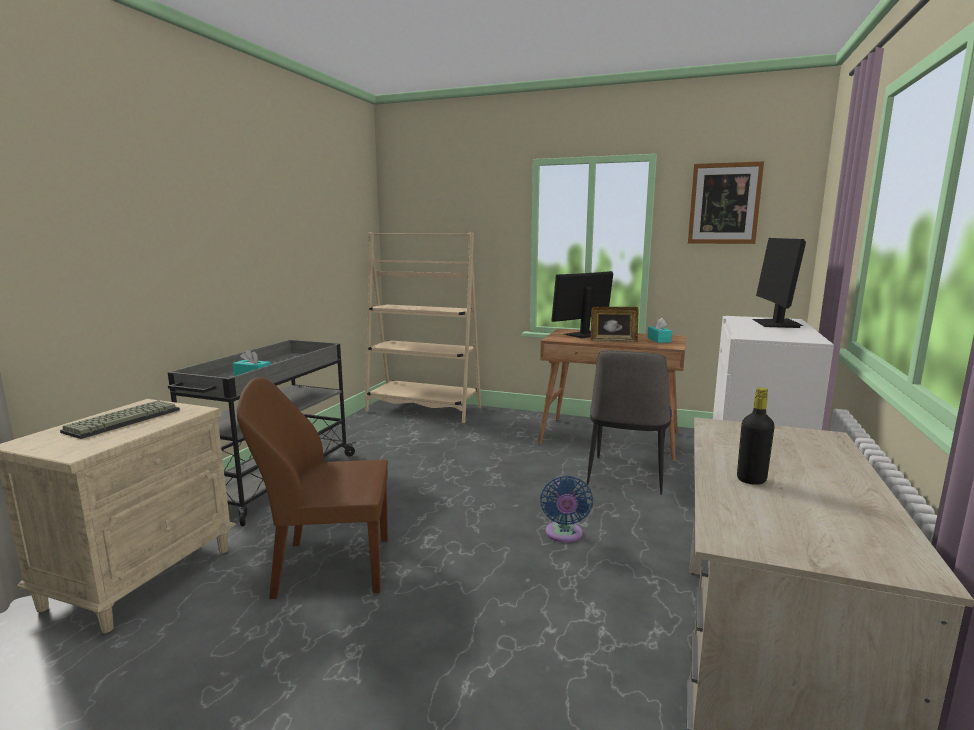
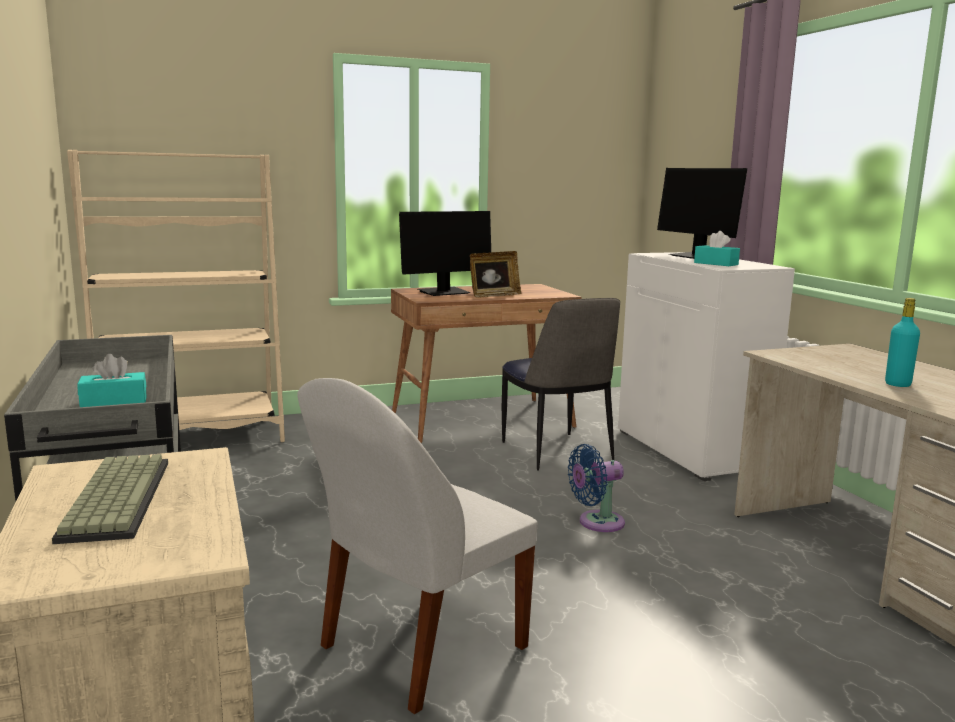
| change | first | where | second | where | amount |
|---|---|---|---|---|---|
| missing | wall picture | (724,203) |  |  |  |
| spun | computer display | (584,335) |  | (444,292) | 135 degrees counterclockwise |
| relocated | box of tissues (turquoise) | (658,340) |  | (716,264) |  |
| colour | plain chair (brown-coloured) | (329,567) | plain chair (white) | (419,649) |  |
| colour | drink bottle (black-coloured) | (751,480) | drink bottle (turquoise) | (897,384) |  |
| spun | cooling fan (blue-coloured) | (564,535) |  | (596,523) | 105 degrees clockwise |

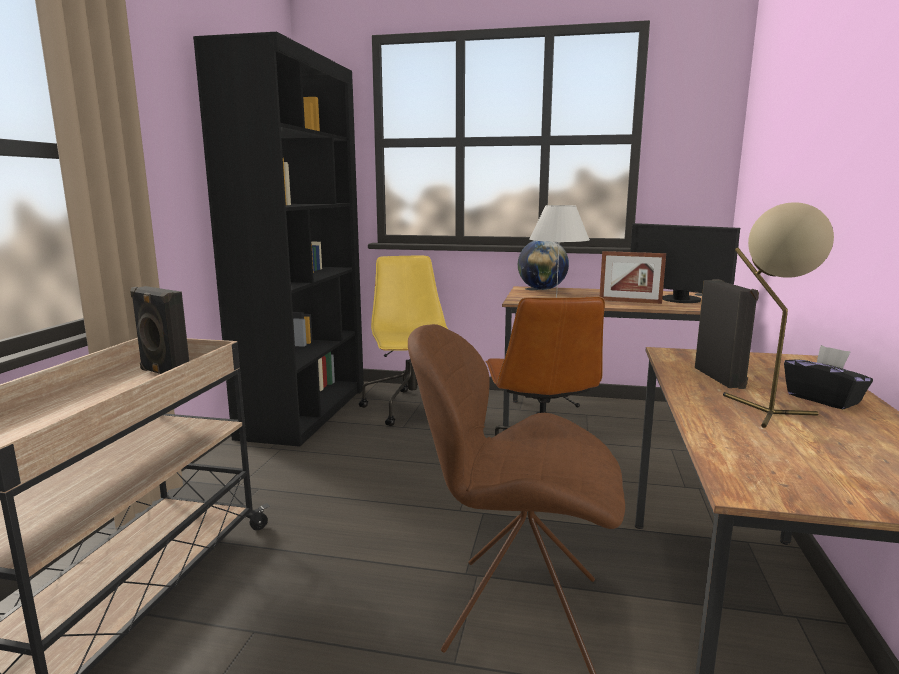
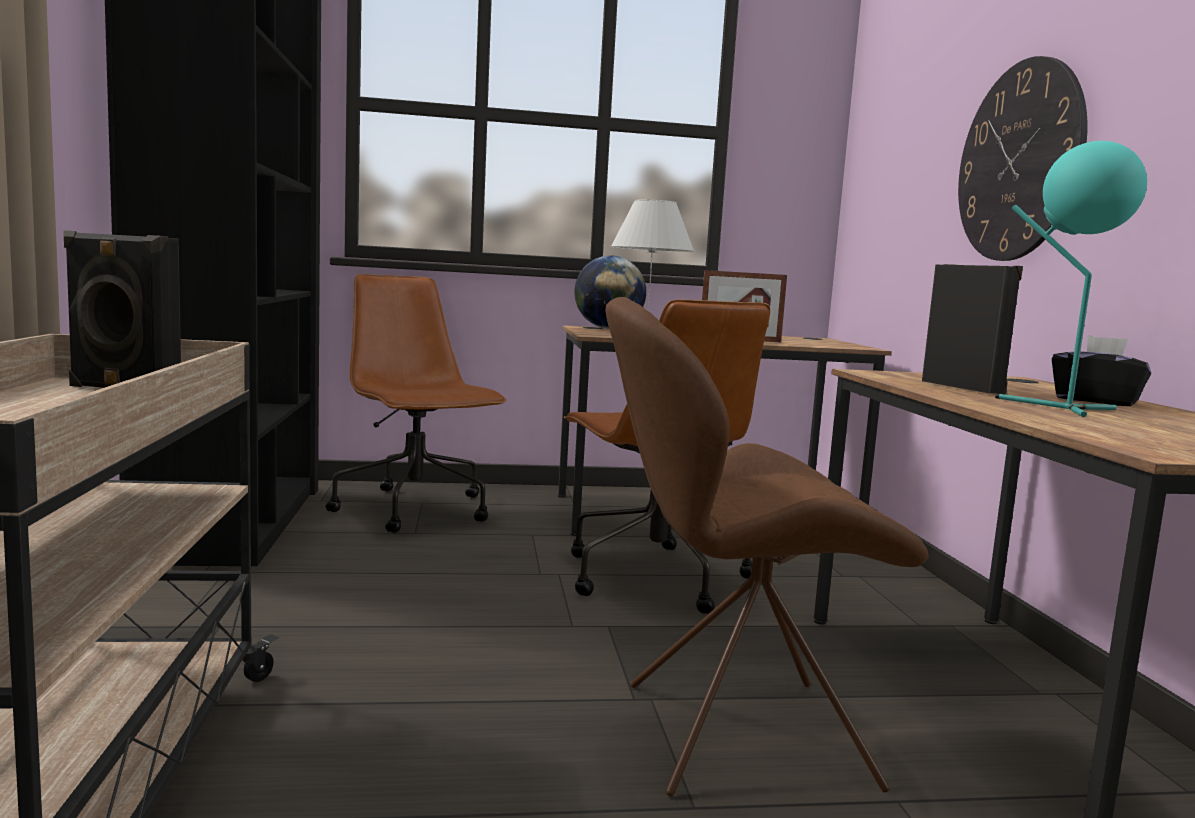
| change | first | where | second | where | amount |
|---|---|---|---|---|---|
| colour | tabletop lamp (beige) | (763,411) | tabletop lamp (turquoise) | (1058,407) |  |
| missing | computer display | (679,300) |  |  |  |
| colour | computer chair (yellowish) | (413,408) | computer chair (brown-coloured) | (415,510) |  |
| appeared |  |  | hanging clock | (1018,161) |  |

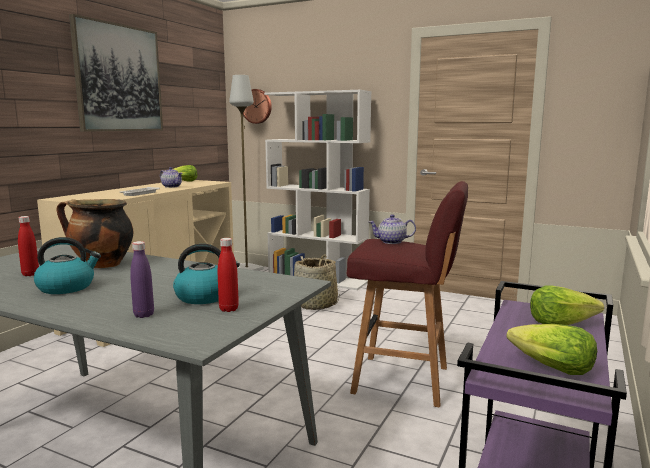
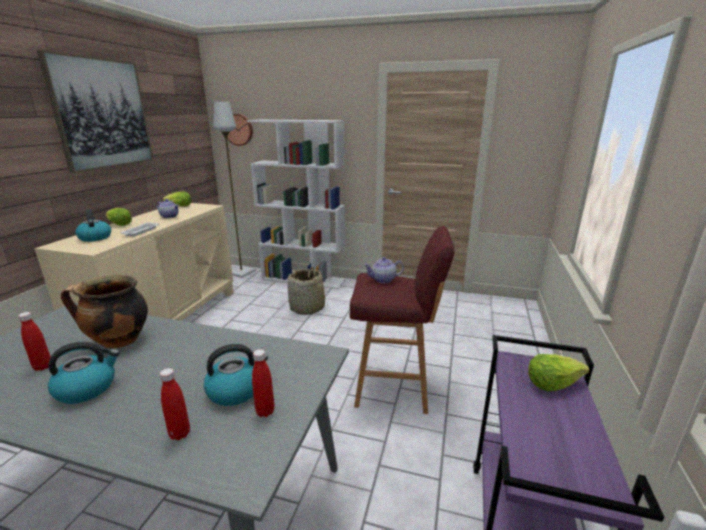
| change | first | where | second | where | amount |
|---|---|---|---|---|---|
| colour | drink bottle (purplish) | (144,315) | drink bottle (red) | (180,434) |  |
| relocated | head of lettuce | (551,368) |  | (119,224) |  |
| appeared |  |  | kettle | (95,237) |  |

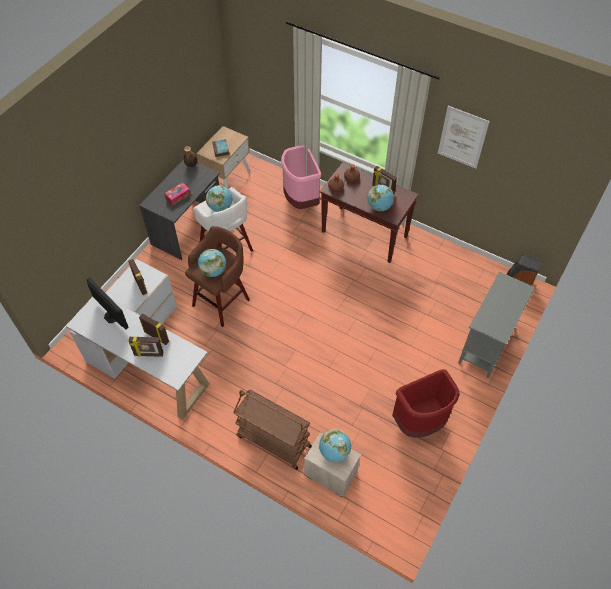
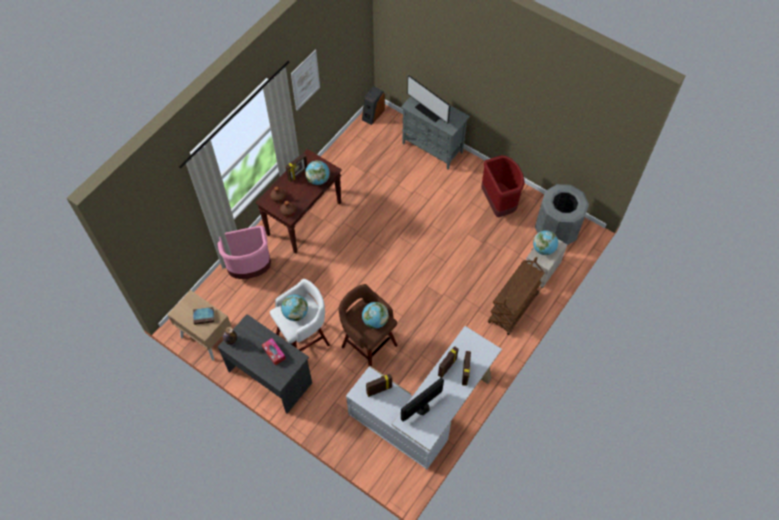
| change | first | where | second | where | amount |
|---|---|---|---|---|---|
| appeared |  |  | computer display | (429,111) |  |
| appeared |  |  | trash can (grey) | (556,231) |  |

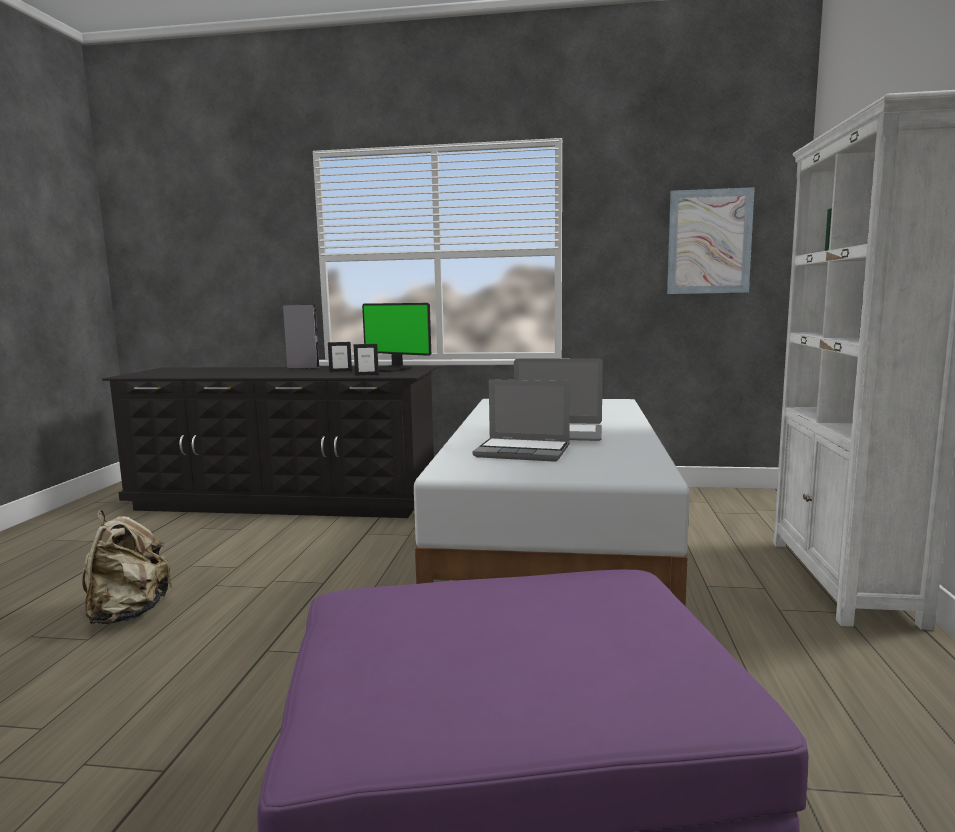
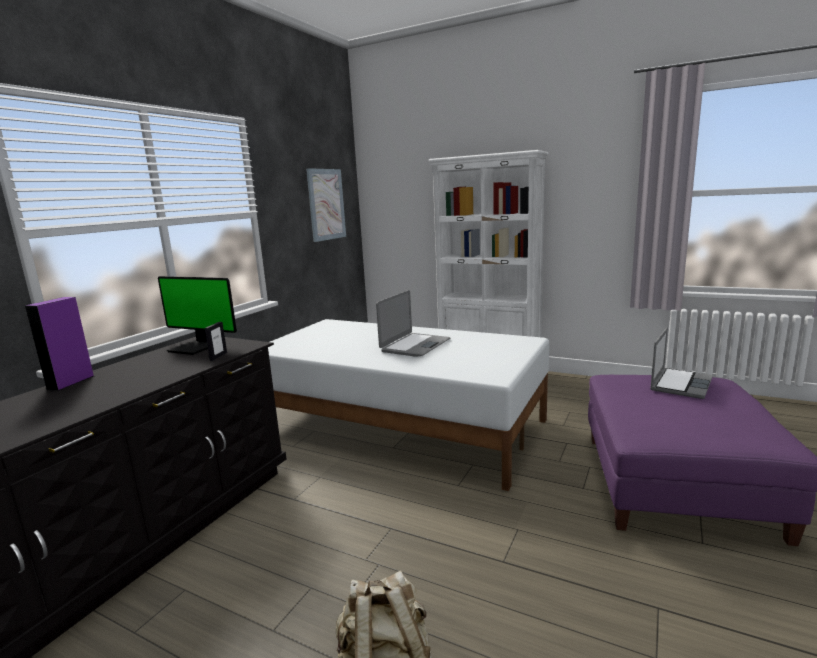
| change | first | where | second | where | amount |
|---|---|---|---|---|---|
| spun | computer display | (391,369) |  | (195,348) | 60 degrees clockwise |
| colour | loudspeaker (grey) | (303,368) | loudspeaker (purplish) | (71,382) |  |
| missing | picture frame | (340,371) |  |  |  |
| relocated | notebook computer | (524,451) |  | (680,384) |  |

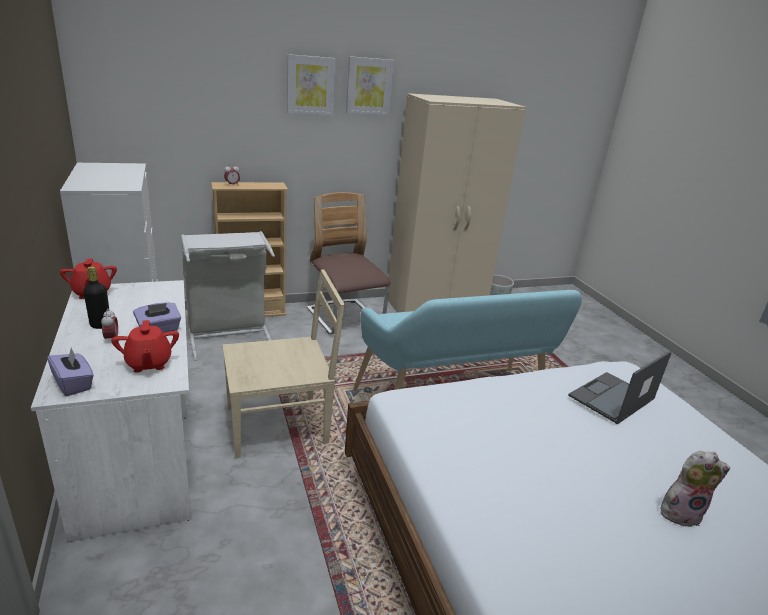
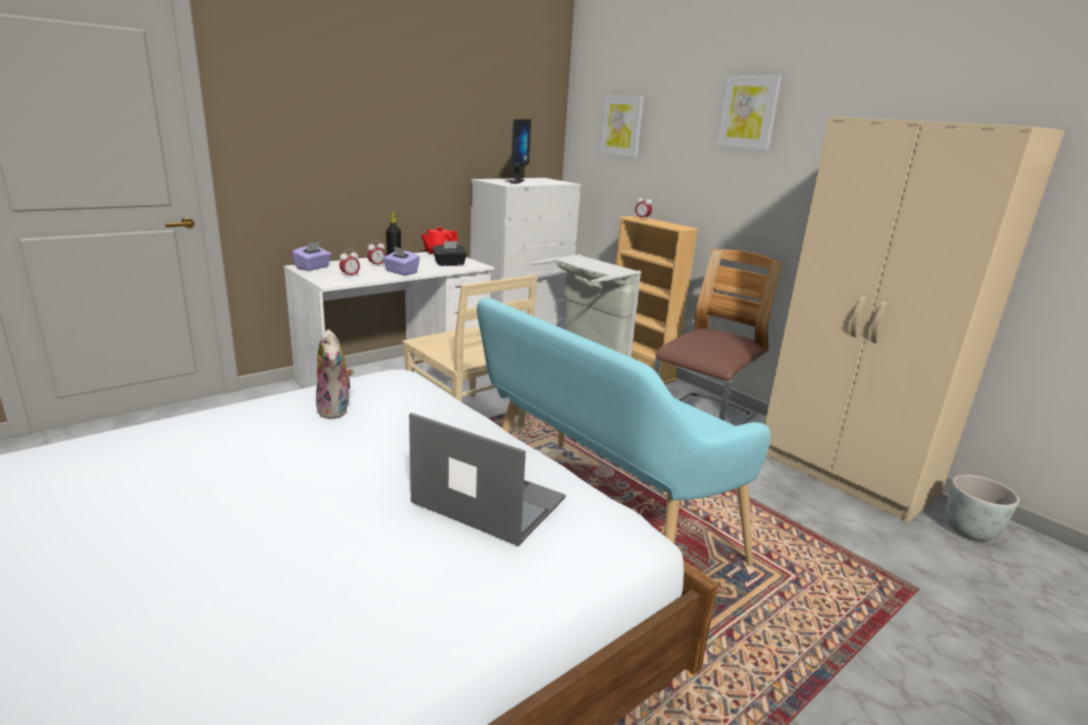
| change | first | where | second | where | amount |
|---|---|---|---|---|---|
| relocated | wall picture | (369,86) |  | (622,126) |  |
| exchanged | tea pot (red) | (148,363) | bedside clock | (350,276) |  |
| relocated | soft toy | (680,512) |  | (336,410) |  |
| appeared |  |  | computer display | (512,181) |  |
| appeared |  |  | box of tissues (black-coloured) | (450,264) |  |

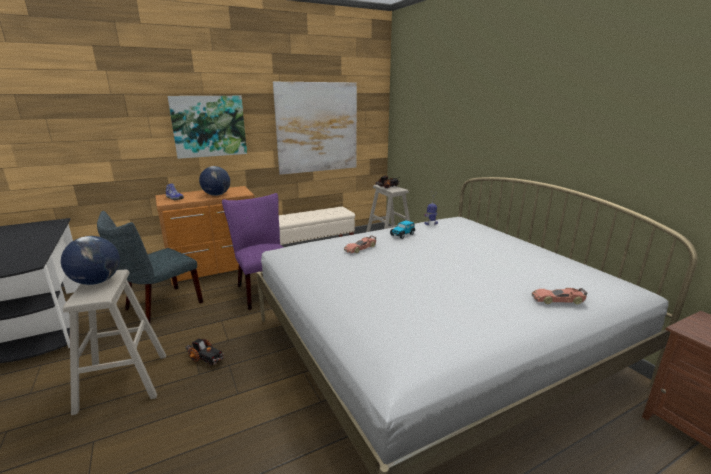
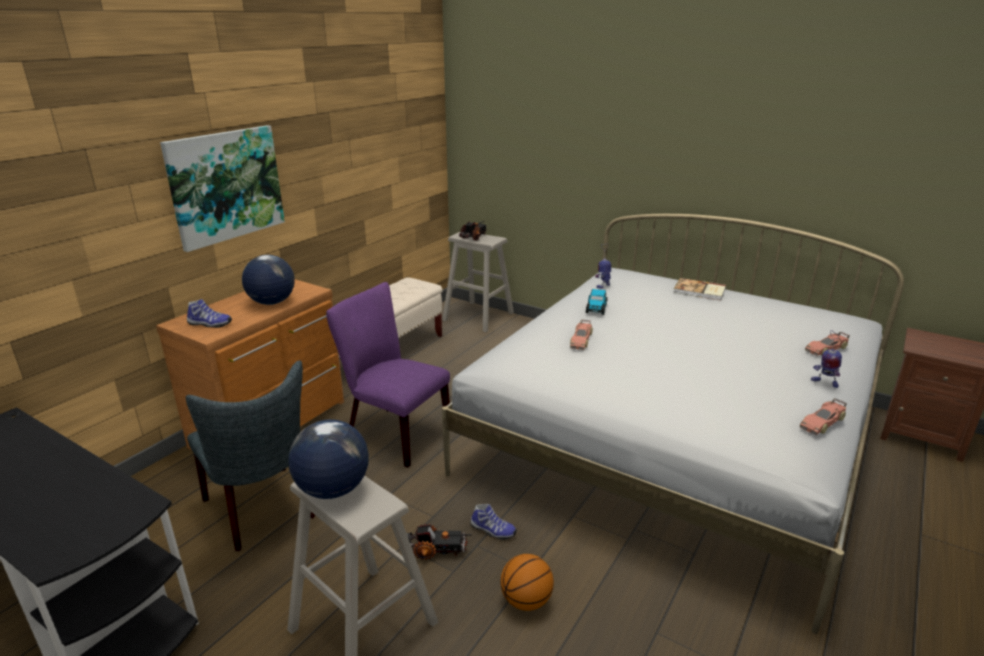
| change | first | where | second | where | amount |
|---|---|---|---|---|---|
| missing | wall picture | (317,127) |  |  |  |
| spun | plain chair (grey) | (159,307) |  | (263,511) | 45 degrees counterclockwise |
| appeared |  |  | book | (699,291) |  |
| appeared |  |  | model robot | (824,382) |  |
| appeared |  |  | miniature car | (822,422) |  |
| appeared |  |  | low shoe | (492,530) |  |
| appeared |  |  | basketball | (526,600) |  |

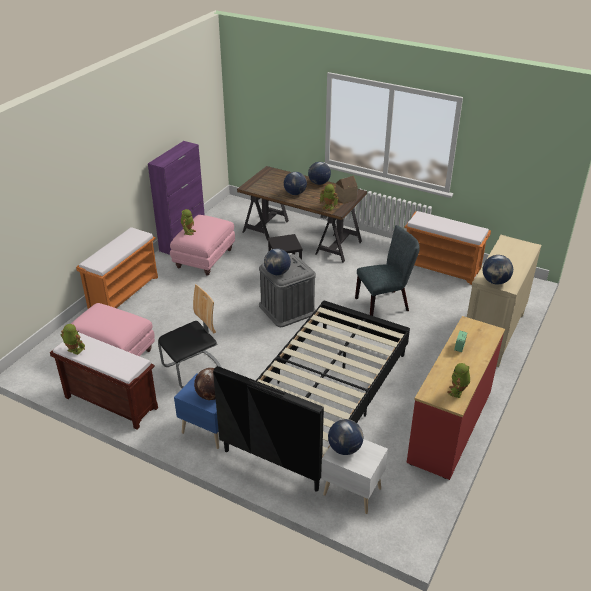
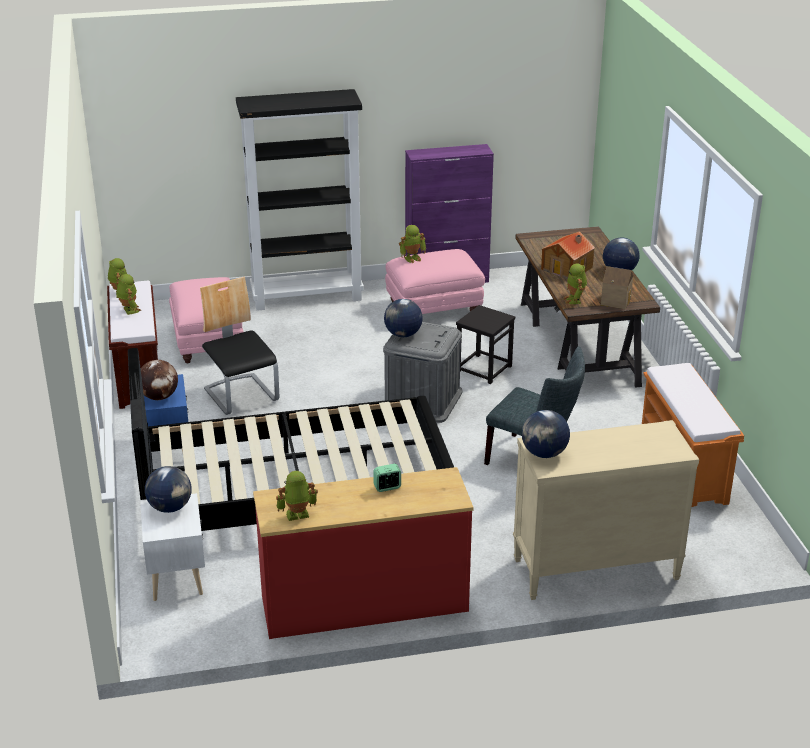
| change | first | where | second | where | amount |
|---|---|---|---|---|---|
| exchanged | world globe | (295,193) | miniature house | (568,268) |  |
| exchanged | long seat (orange-coloured) | (124,292) | bookshelf (black-coloured) | (307,296) |  |
| spun | plain chair | (193,370) |  | (241,395) | 135 degrees counterclockwise |
| appeared |  |  | model robot | (129,310) |  |

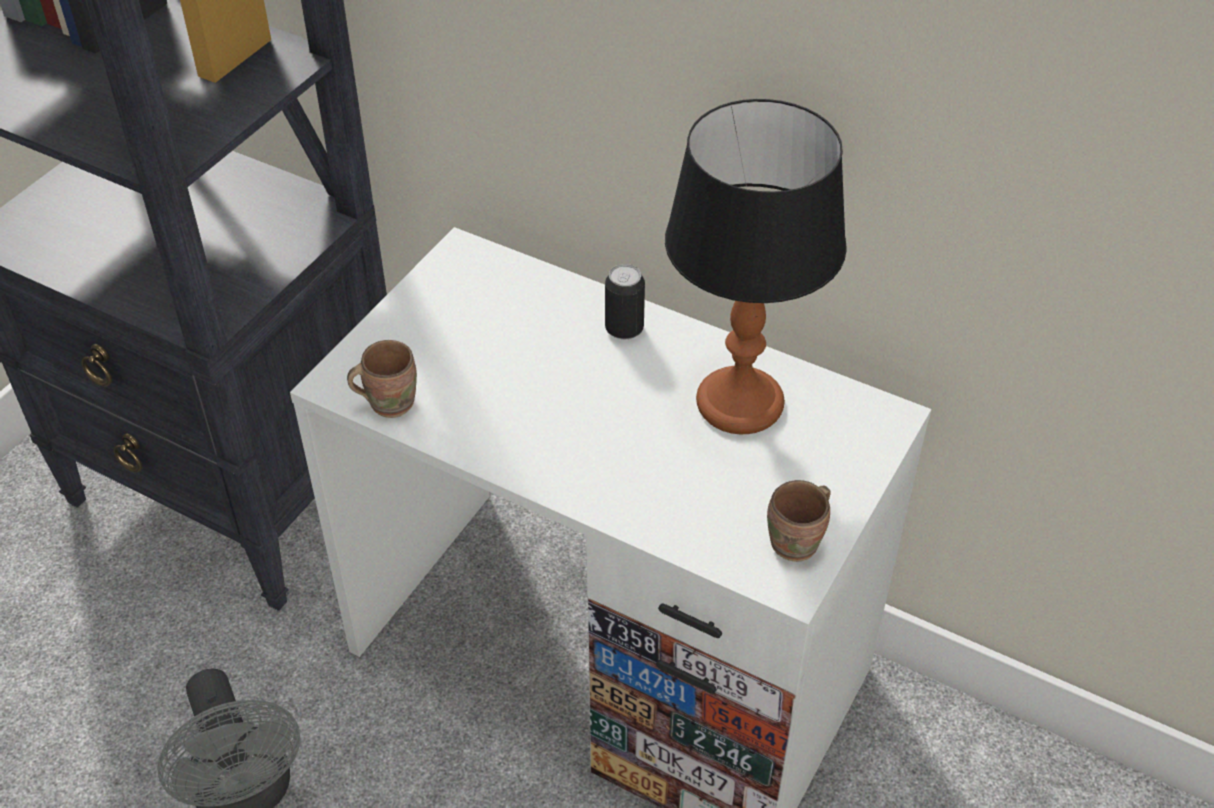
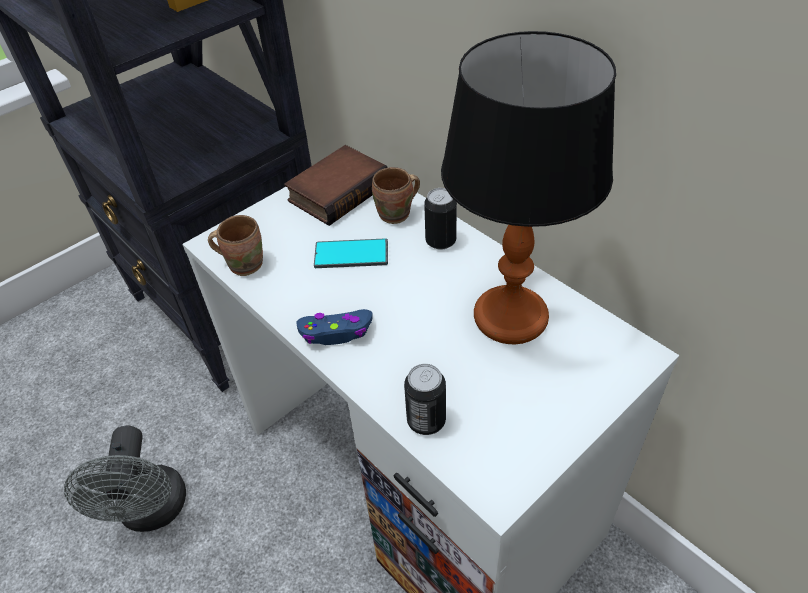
| change | first | where | second | where | amount |
|---|---|---|---|---|---|
| relocated | coffee mug (brown-coloured) | (798,544) |  | (397,215) |  |
| appeared |  |  | book | (338,190) |  |
| appeared |  |  | phone | (351,254) |  |
| appeared |  |  | gamepad (blue-coloured) | (336,332) |  |
| appeared |  |  | metal can | (426,420) |  |

